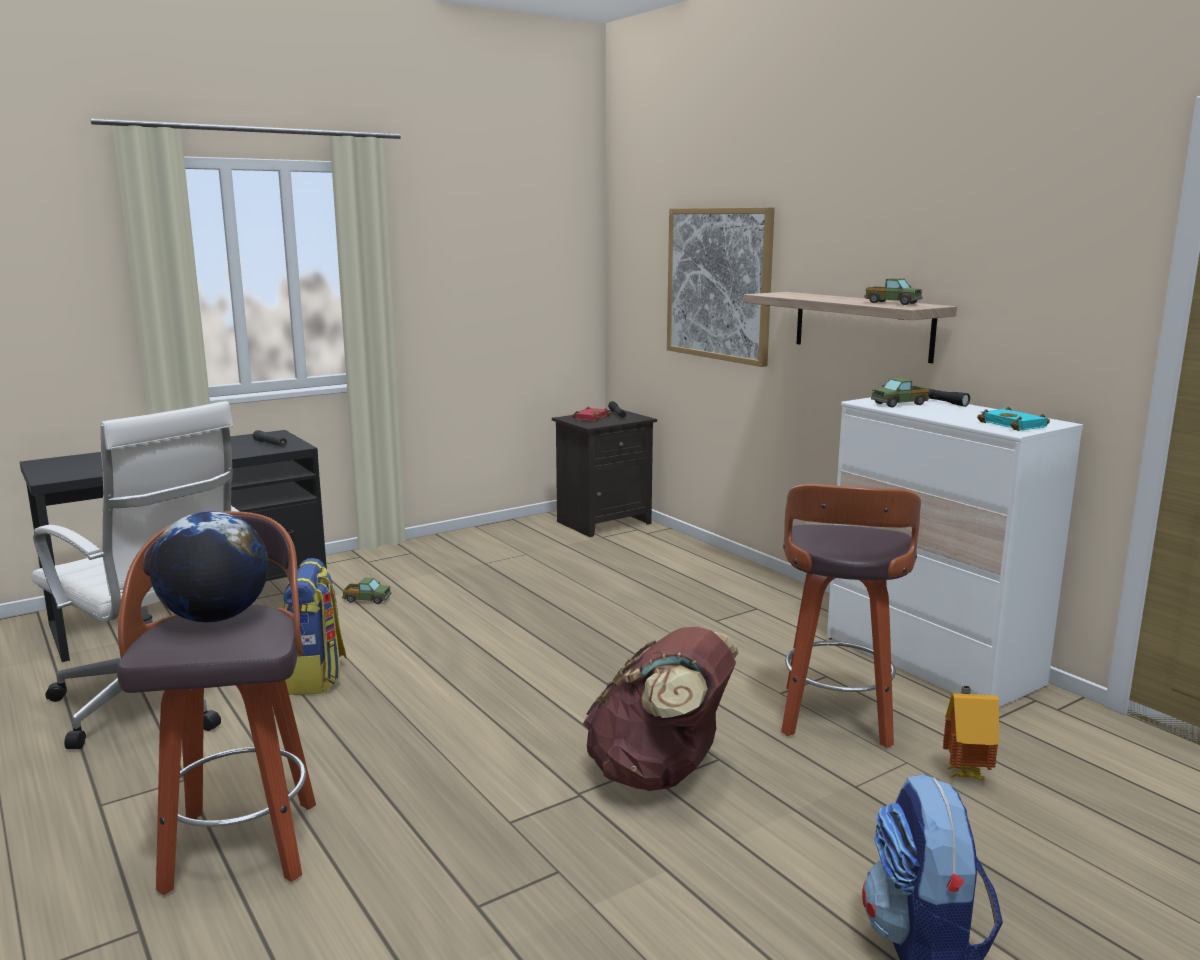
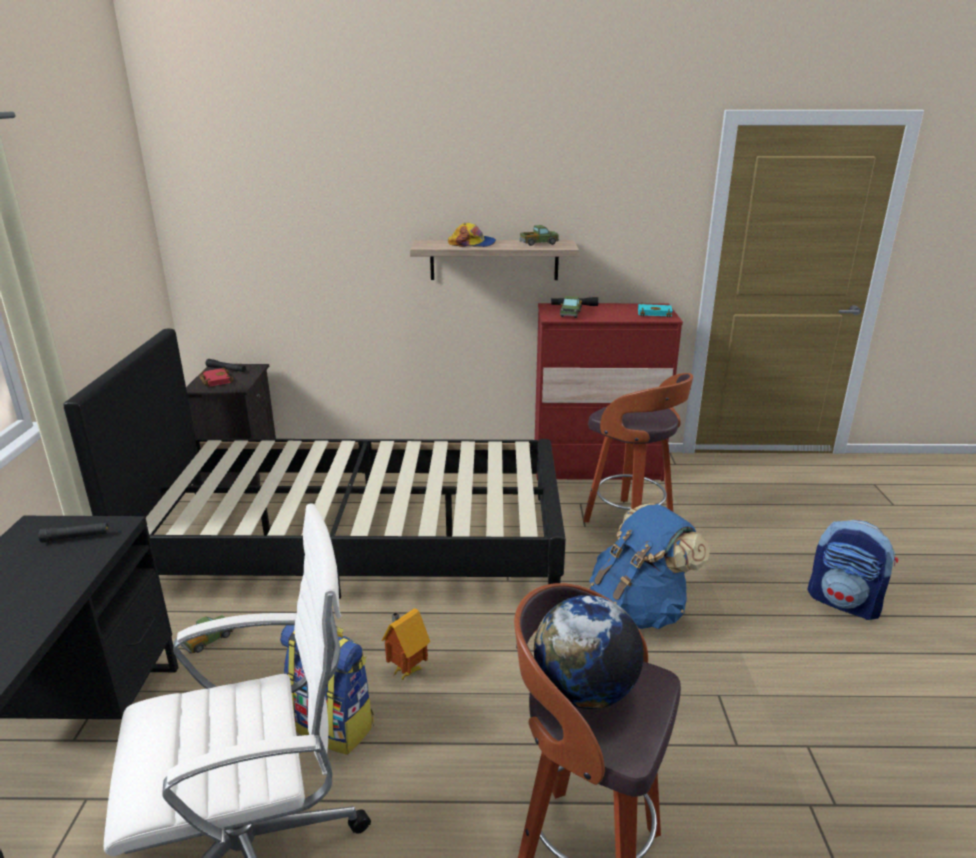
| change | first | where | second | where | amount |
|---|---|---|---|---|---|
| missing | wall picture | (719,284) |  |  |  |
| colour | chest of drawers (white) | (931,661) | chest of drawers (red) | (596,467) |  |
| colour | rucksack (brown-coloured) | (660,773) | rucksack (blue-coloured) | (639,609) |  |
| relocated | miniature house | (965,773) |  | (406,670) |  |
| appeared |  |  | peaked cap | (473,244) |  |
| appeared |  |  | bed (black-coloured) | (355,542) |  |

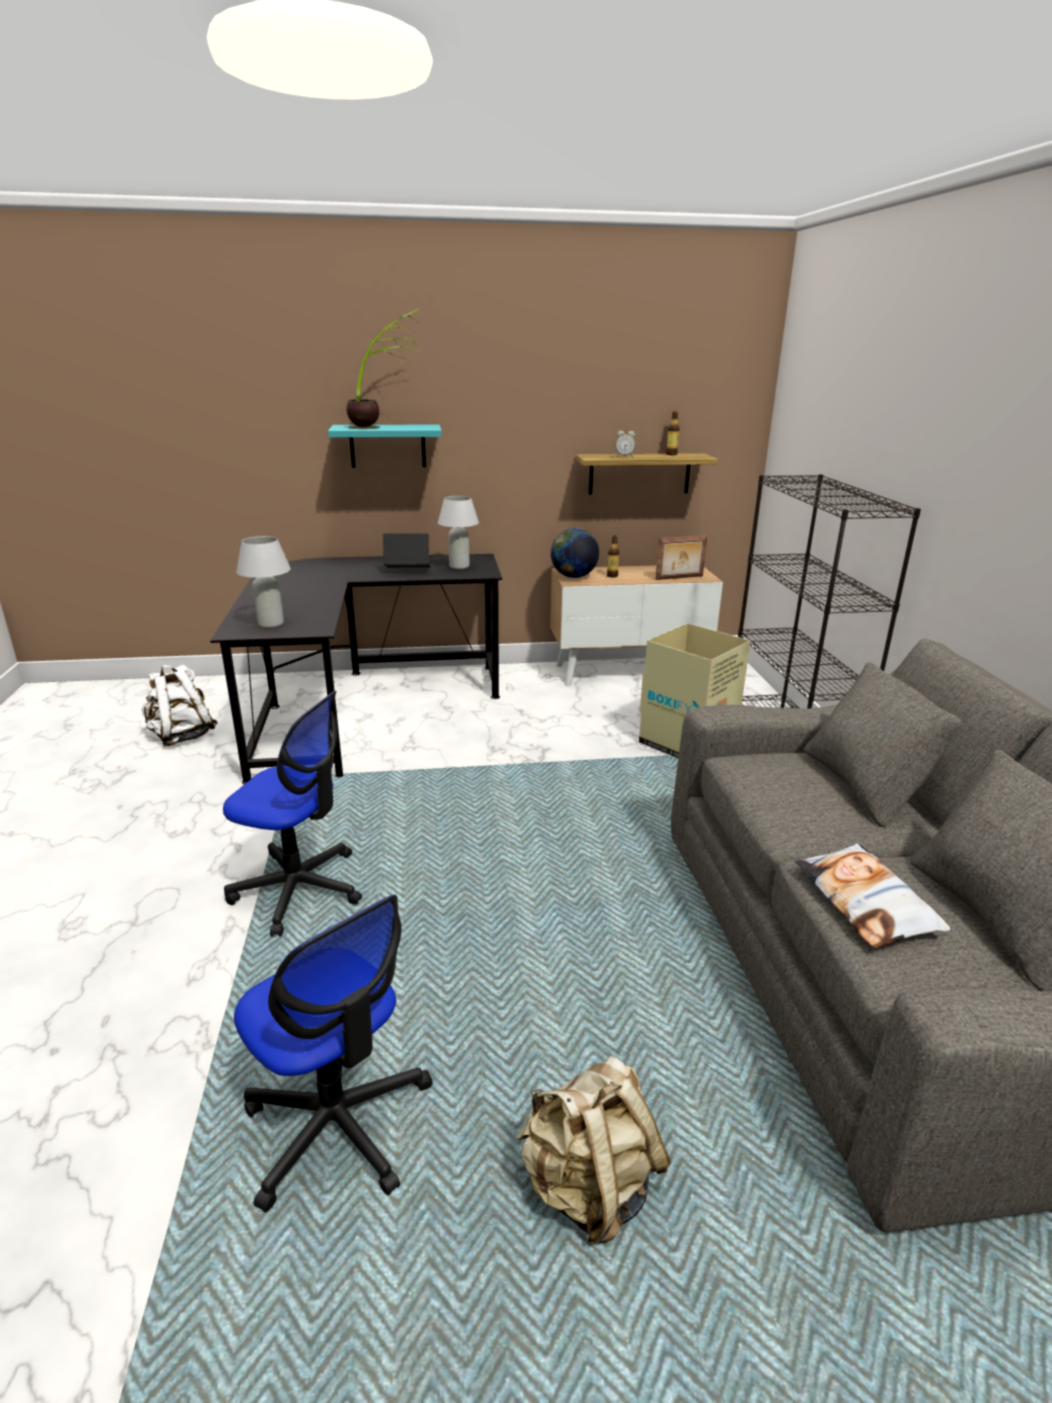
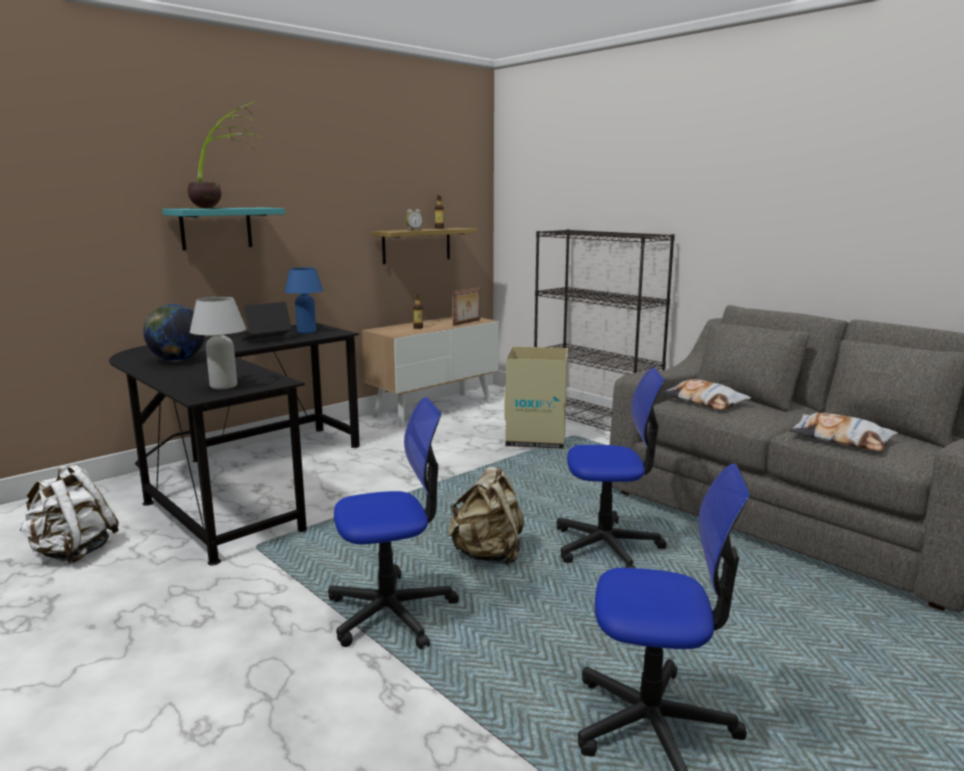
| change | first | where | second | where | amount |
|---|---|---|---|---|---|
| colour | tabletop lamp (white) | (459,566) | tabletop lamp (blue-coloured) | (306,332) |  |
| relocated | world globe | (573,577) |  | (177,360) |  |
| relocated | rucksack (beige) | (589,1187) |  | (488,555) |  |
| appeared |  |  | computer chair | (607,547) |  |
| appeared |  |  | pillow | (704,401) |  |

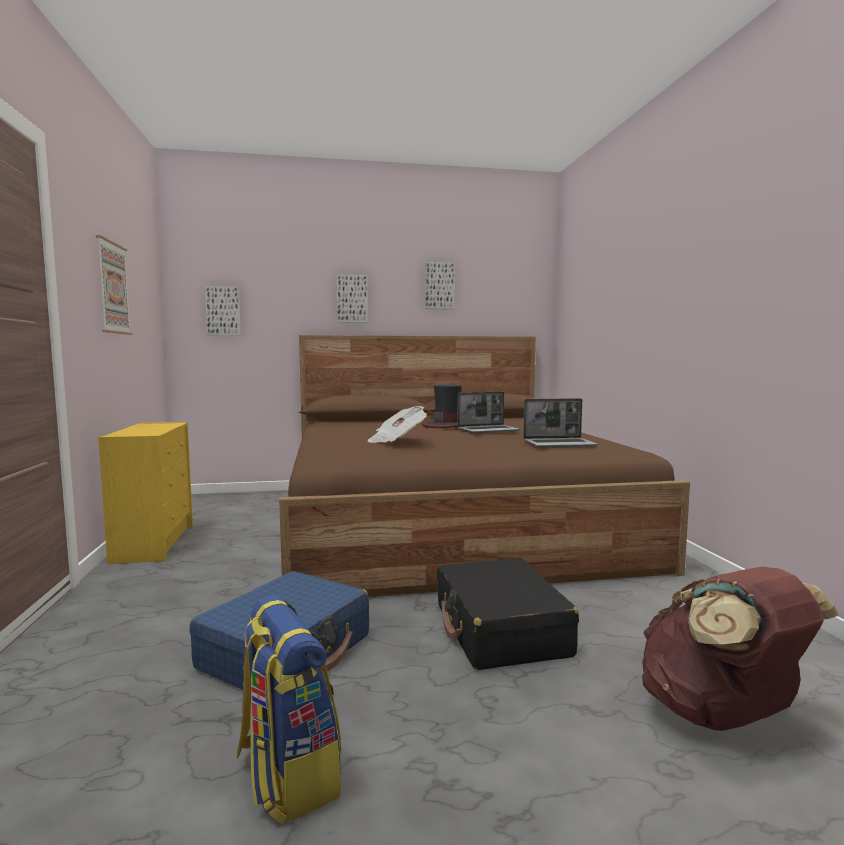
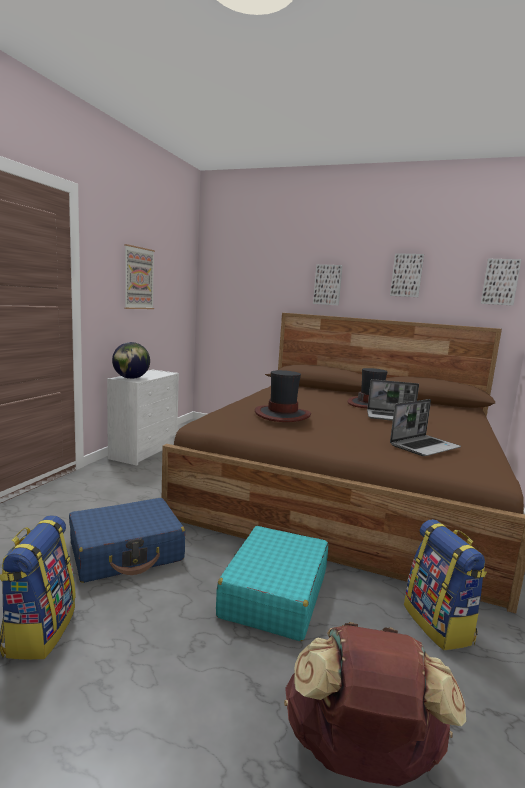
| change | first | where | second | where | amount |
|---|---|---|---|---|---|
| relocated | wall picture | (223,311) |  | (500,282) |  |
| spun | notebook computer | (560,444) |  | (424,446) | 60 degrees counterclockwise |
| exchanged | daily paper | (396,440) | hat | (282,414) |  |
| colour | chest of drawers (yellowish) | (154,543) | chest of drawers (white) | (144,451) |  |
| colour | piece of luggage (black-coloured) | (500,630) | piece of luggage (turquoise) | (274,594) |  |
| appeared |  |  | world globe | (131,378) |  |
| appeared |  |  | rucksack | (439,624) |  |

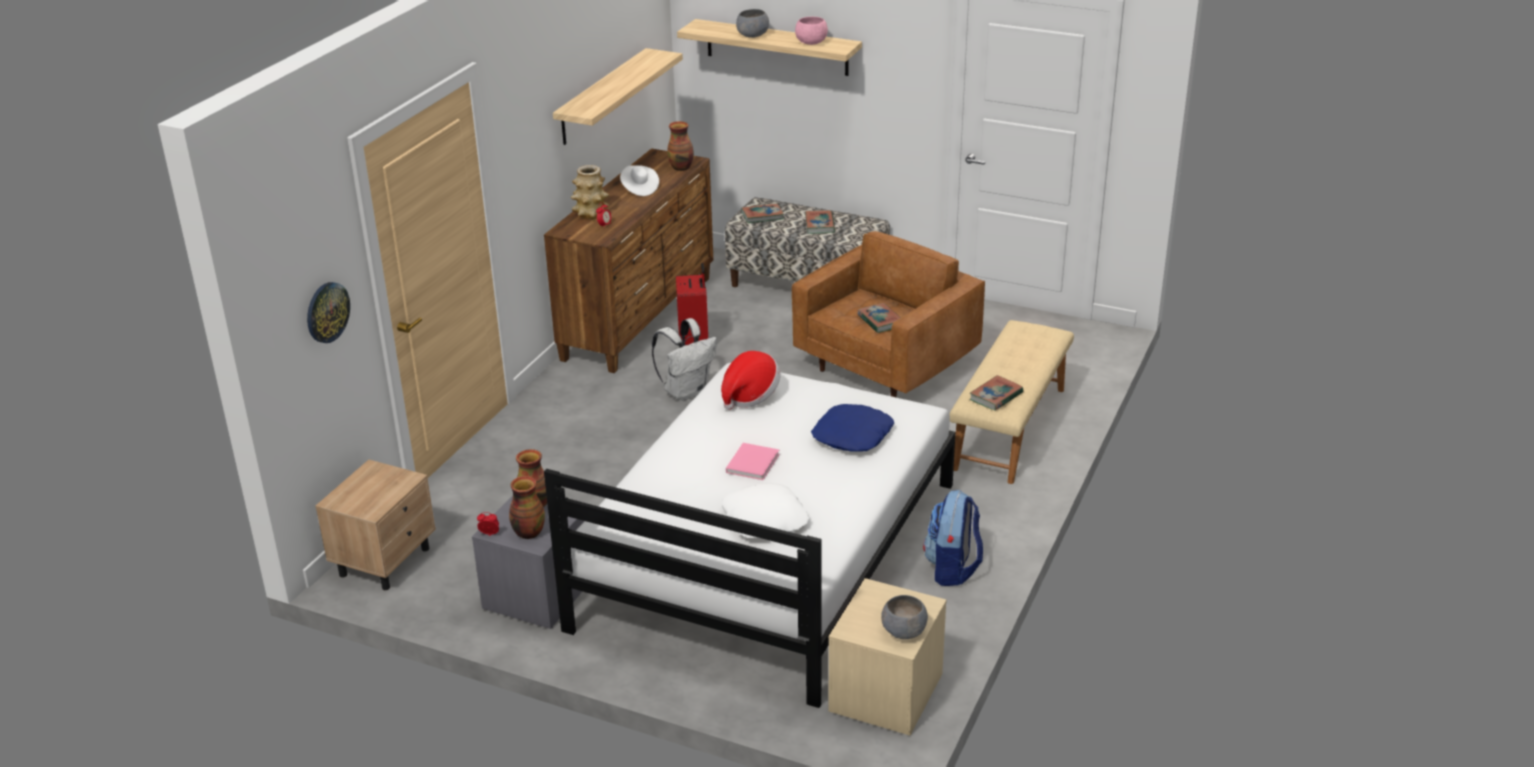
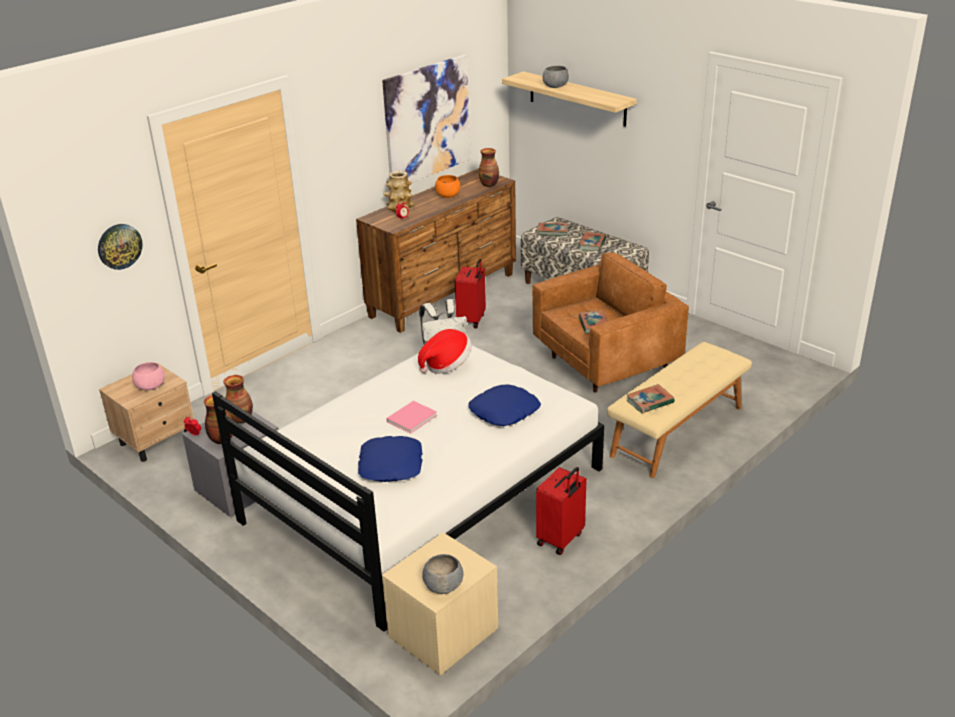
| change | first | where | second | where | amount |
|---|---|---|---|---|---|
| relocated | serving bowl (pinkish) | (811,42) |  | (151,386) |  |
| exchanged | bracket shelf | (602,97) | wall picture | (427,121) |  |
| exchanged | hat (white) | (639,189) | serving bowl (orange-coloured) | (447,196) |  |
| colour | pillow (white) | (765,519) | pillow (blue-coloured) | (391,465) |  |
| exchanged | rucksack | (953,569) | piece of luggage (red) | (561,539) |  |

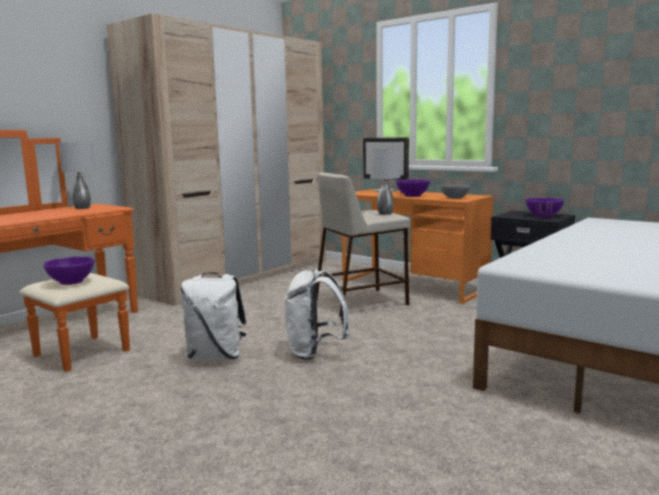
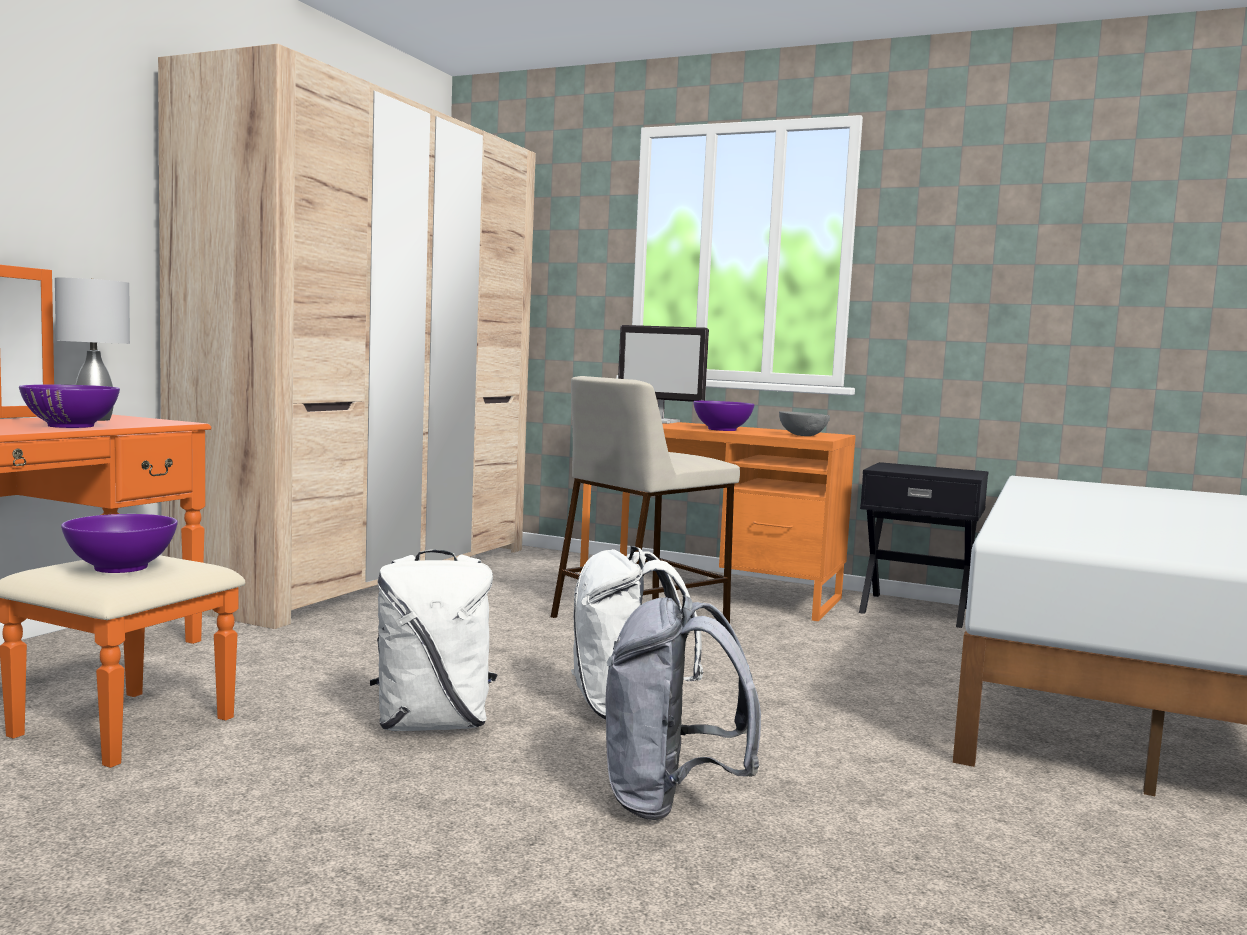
| change | first | where | second | where | amount |
|---|---|---|---|---|---|
| missing | tabletop lamp (grey) | (384,213) |  |  |  |
| relocated | serving bowl (purplish) | (543,216) |  | (71,426) |  |
| appeared |  |  | rucksack (grey) | (669,801) |  |

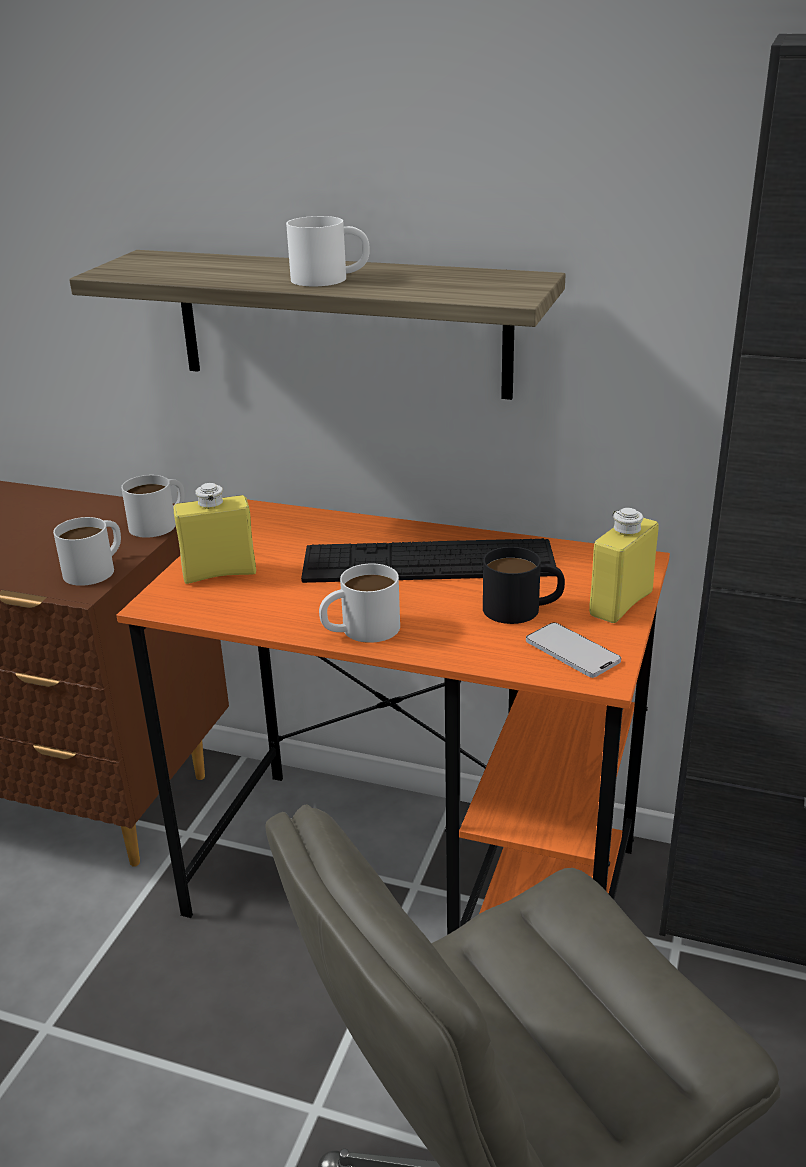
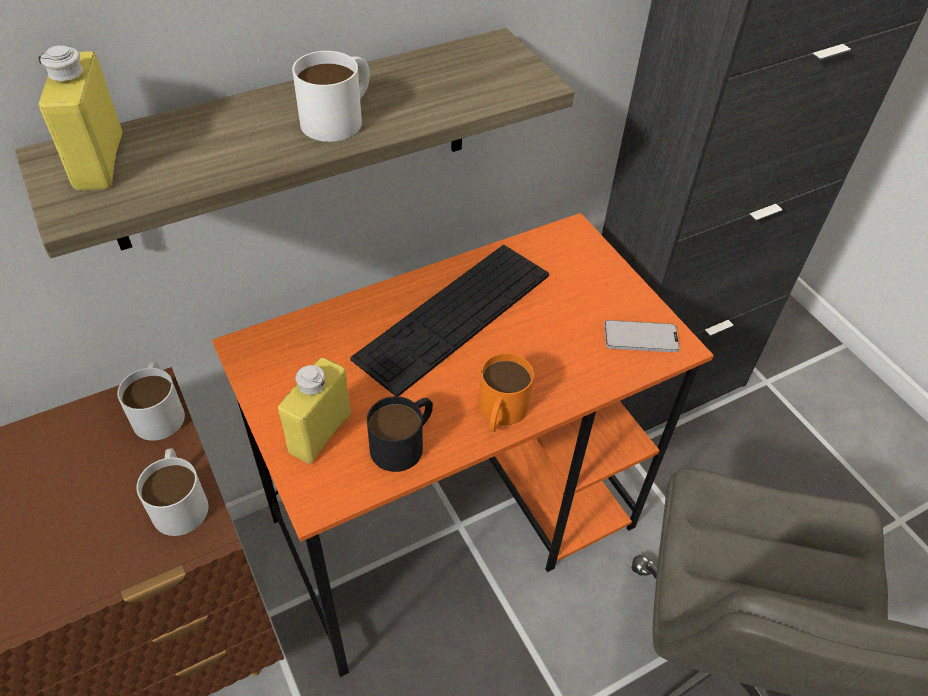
| change | first | where | second | where | amount |
|---|---|---|---|---|---|
| relocated | drink bottle (yellowish) | (621,603) |  | (99,162) |  |
| relocated | coffee mug (black-coloured) | (522,608) |  | (404,442) |  |
| colour | coffee mug (white) | (360,630) | coffee mug (orange-coloured) | (500,412) |  |

